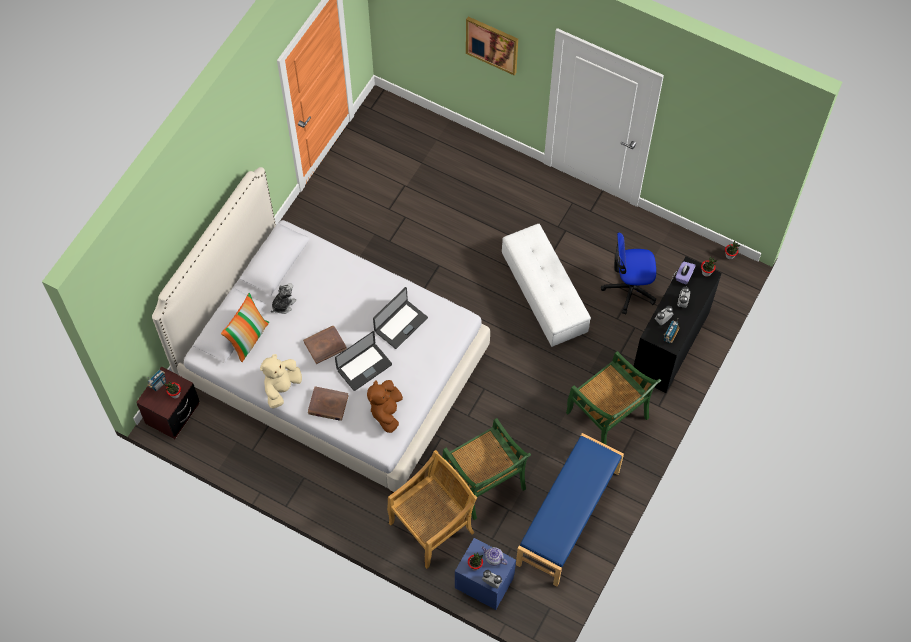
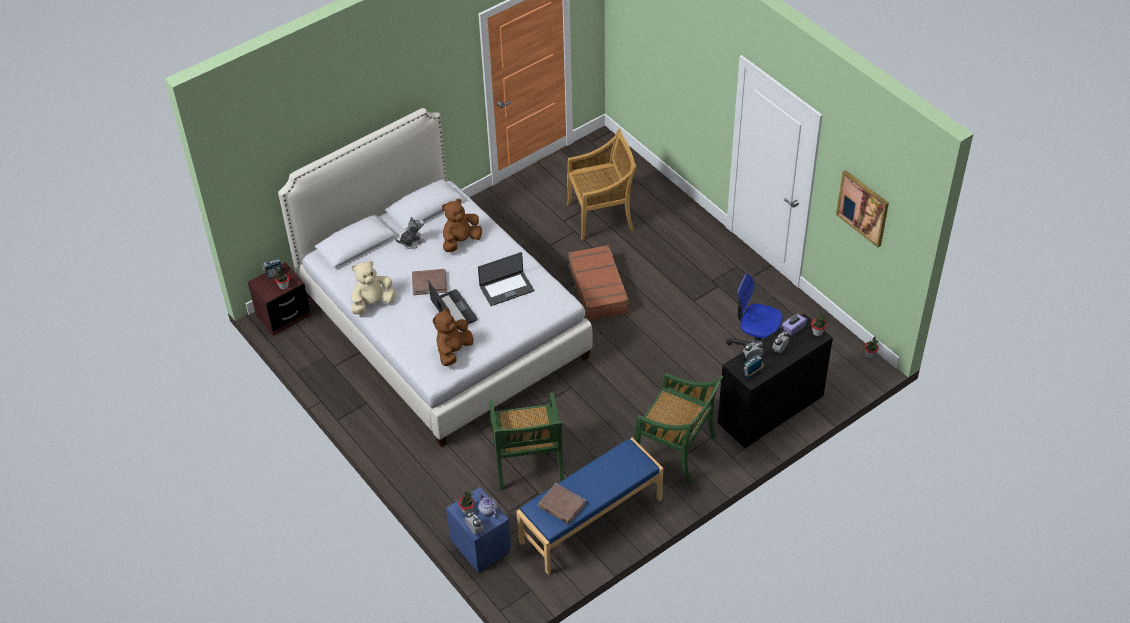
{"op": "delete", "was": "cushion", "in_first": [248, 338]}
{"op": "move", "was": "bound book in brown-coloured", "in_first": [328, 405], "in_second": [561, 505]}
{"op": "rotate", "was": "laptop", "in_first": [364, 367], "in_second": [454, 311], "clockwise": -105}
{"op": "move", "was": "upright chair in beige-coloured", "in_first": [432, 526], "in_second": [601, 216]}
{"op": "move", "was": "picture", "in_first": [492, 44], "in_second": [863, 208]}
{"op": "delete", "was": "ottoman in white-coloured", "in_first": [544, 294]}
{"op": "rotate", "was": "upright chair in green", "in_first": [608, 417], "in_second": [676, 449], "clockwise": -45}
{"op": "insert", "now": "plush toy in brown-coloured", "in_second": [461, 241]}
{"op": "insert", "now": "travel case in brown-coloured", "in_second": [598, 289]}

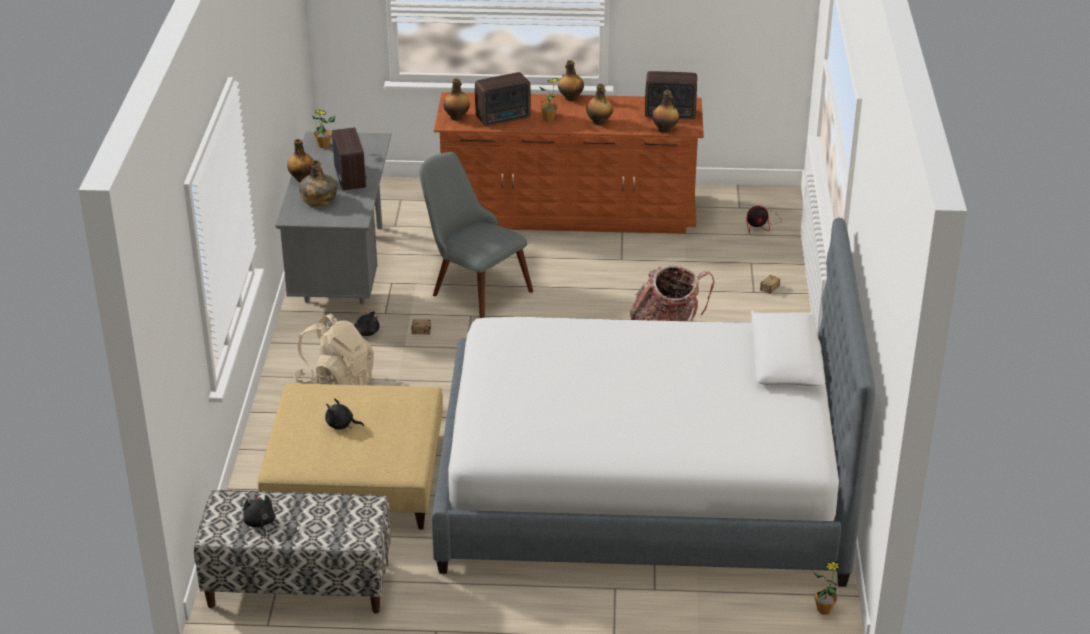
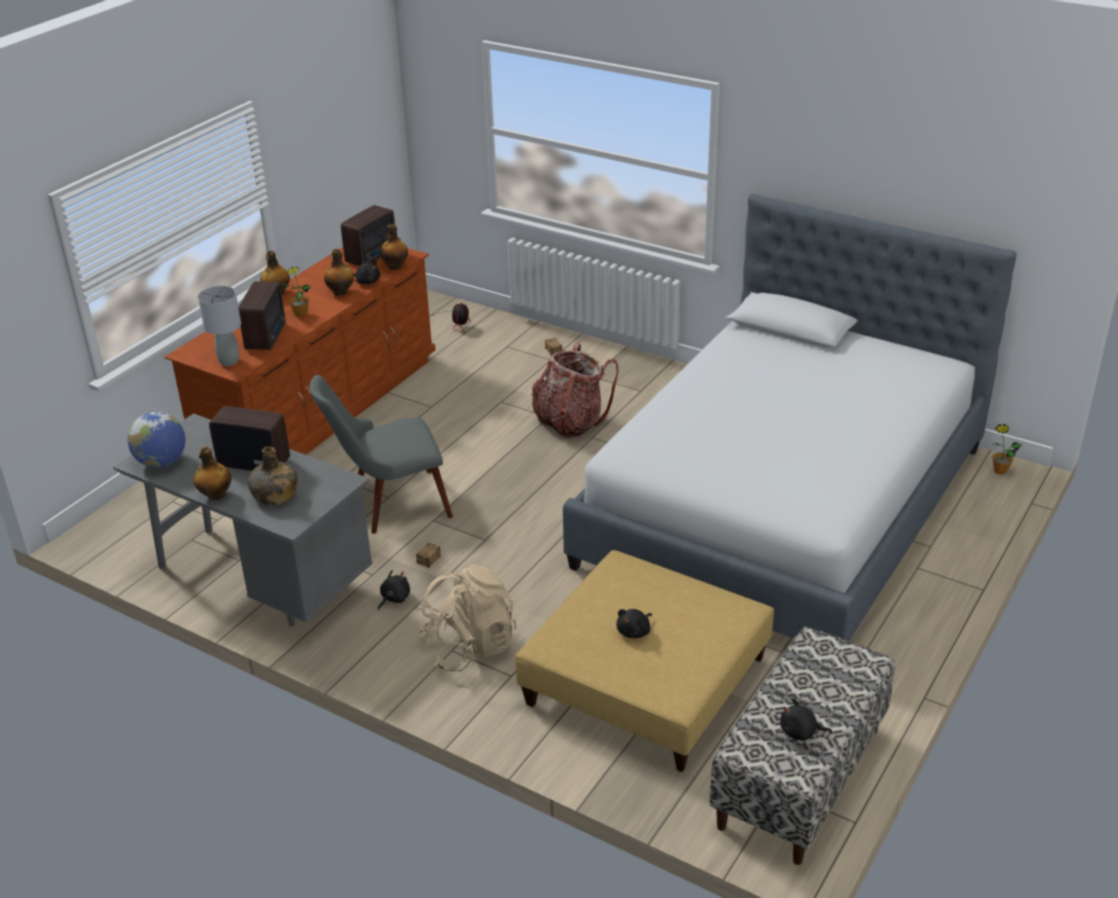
{"op": "replace", "was": "plant in a pot", "now": "world globe", "in_first": [323, 145], "in_second": [161, 462]}
{"op": "replace", "was": "drink bottle", "now": "tabletop lamp in greyish", "in_first": [457, 117], "in_second": [229, 361]}
{"op": "insert", "now": "plush toy in black-coloured", "in_second": [367, 281]}

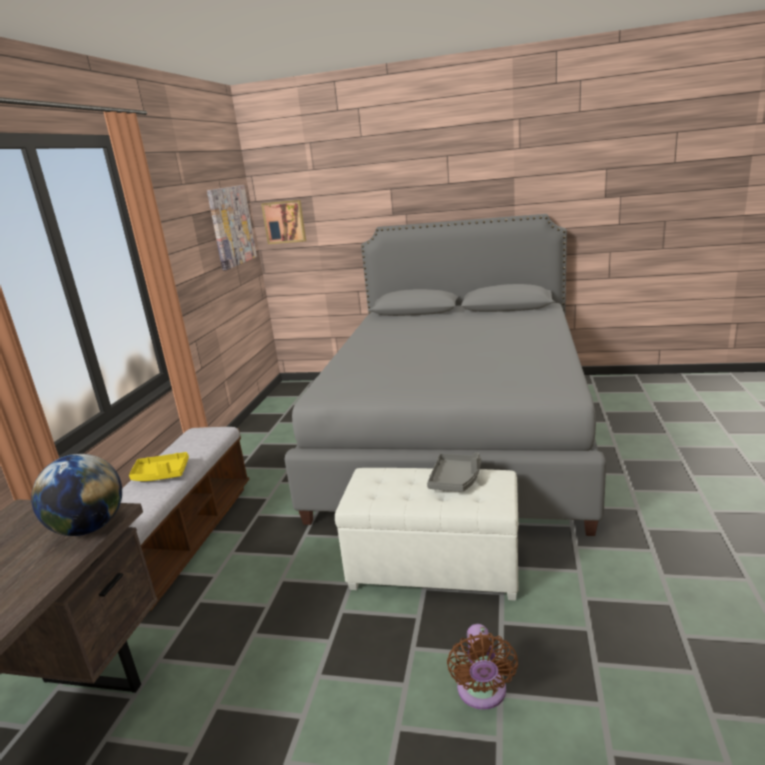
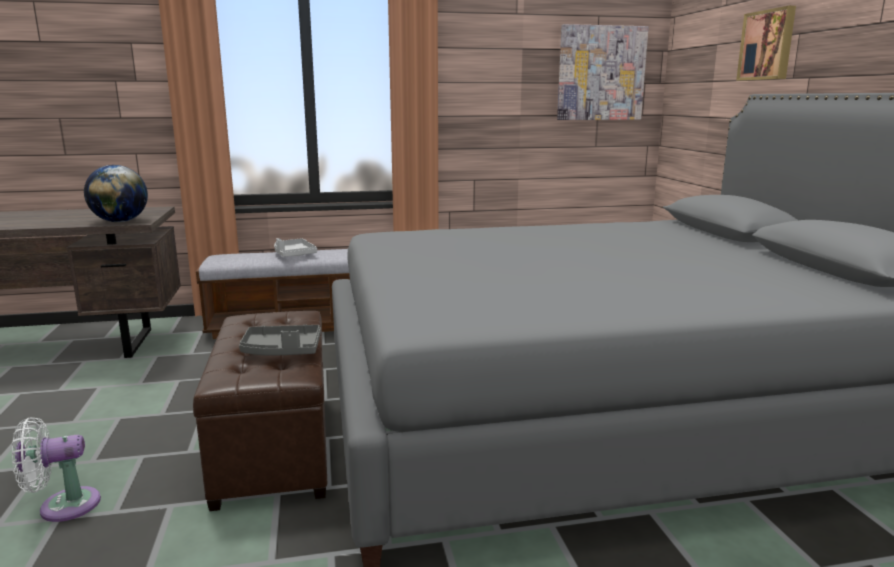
{"op": "recolor", "was": "carrying tray in yellow", "now": "carrying tray in greyish", "in_first": [161, 474], "in_second": [293, 254]}
{"op": "move", "was": "picture", "in_first": [284, 222], "in_second": [768, 45]}
{"op": "recolor", "was": "ottoman in white-coloured", "now": "ottoman in brown-coloured", "in_first": [434, 566], "in_second": [276, 446]}
{"op": "recolor", "was": "electric fan in brown-coloured", "now": "electric fan in white-coloured", "in_first": [482, 693], "in_second": [63, 506]}

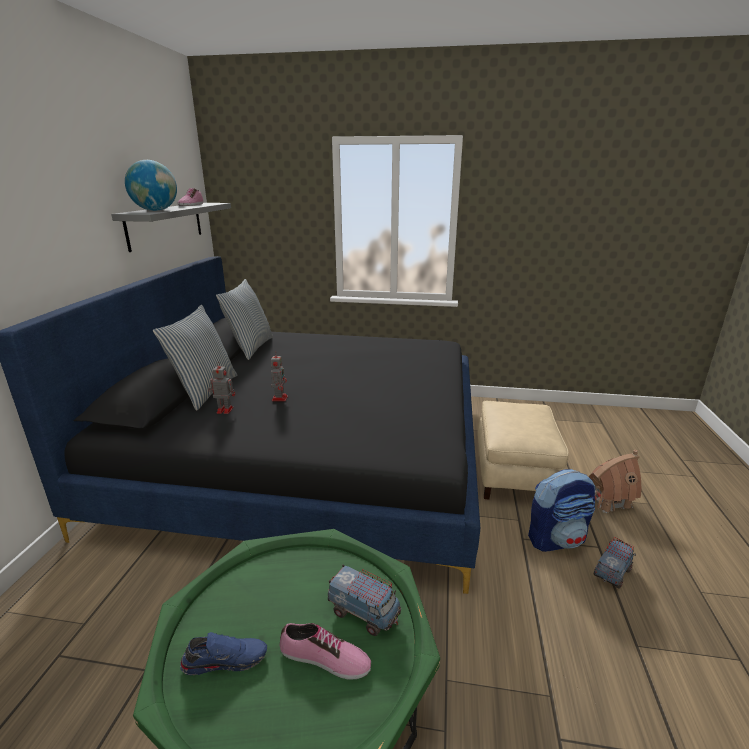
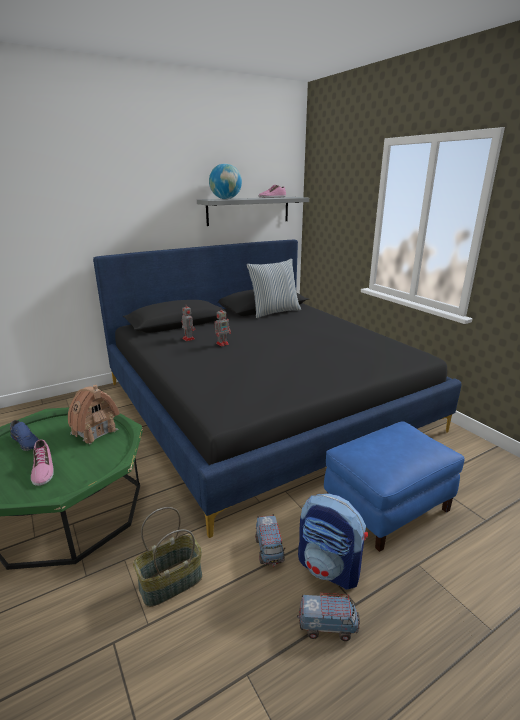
{"op": "delete", "was": "cushion", "in_first": [205, 391]}
{"op": "move", "was": "model truck", "in_first": [364, 613], "in_second": [269, 550]}
{"op": "recolor", "was": "ottoman in beige-coloured", "now": "ottoman in bluish", "in_first": [513, 474], "in_second": [387, 505]}
{"op": "move", "was": "toy house", "in_first": [608, 500], "in_second": [94, 431]}
{"op": "insert", "now": "household basket", "in_second": [170, 583]}

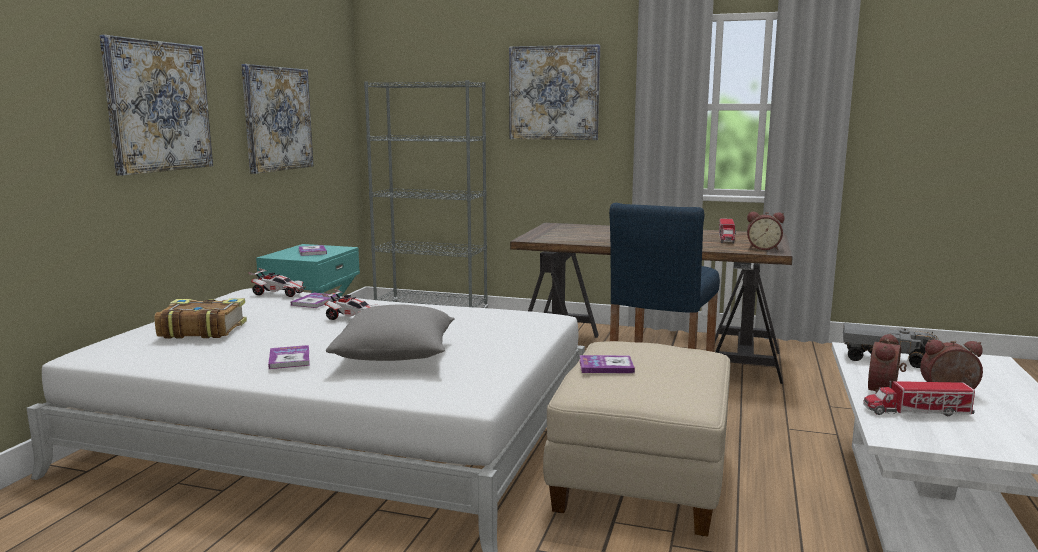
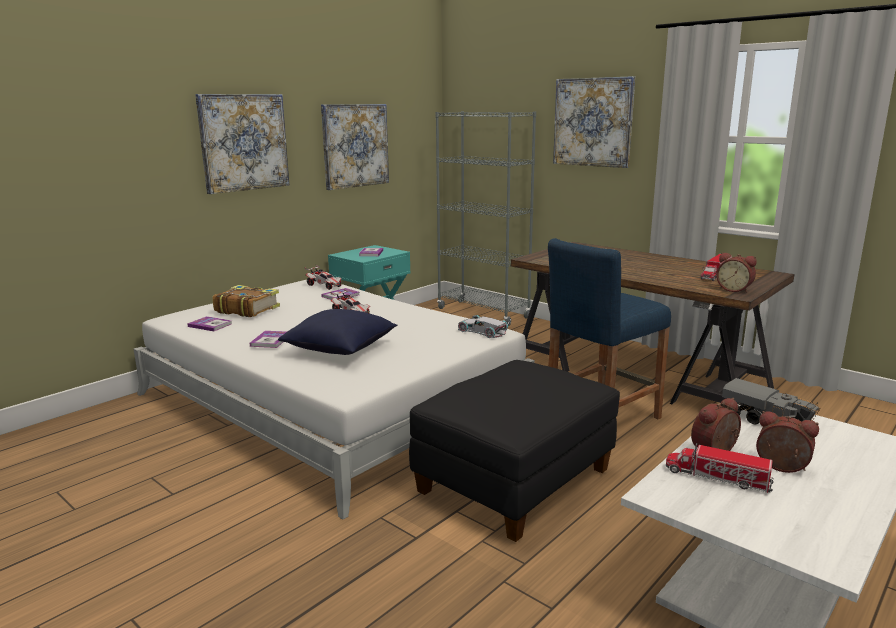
{"op": "recolor", "was": "cushion in greyish", "now": "cushion in bluish", "in_first": [396, 356], "in_second": [341, 349]}
{"op": "recolor", "was": "ottoman in beige-coloured", "now": "ottoman in black-coloured", "in_first": [640, 478], "in_second": [514, 481]}
{"op": "move", "was": "bound book", "in_first": [606, 366], "in_second": [210, 325]}
{"op": "insert", "now": "toy car in white-coloured", "in_second": [482, 331]}

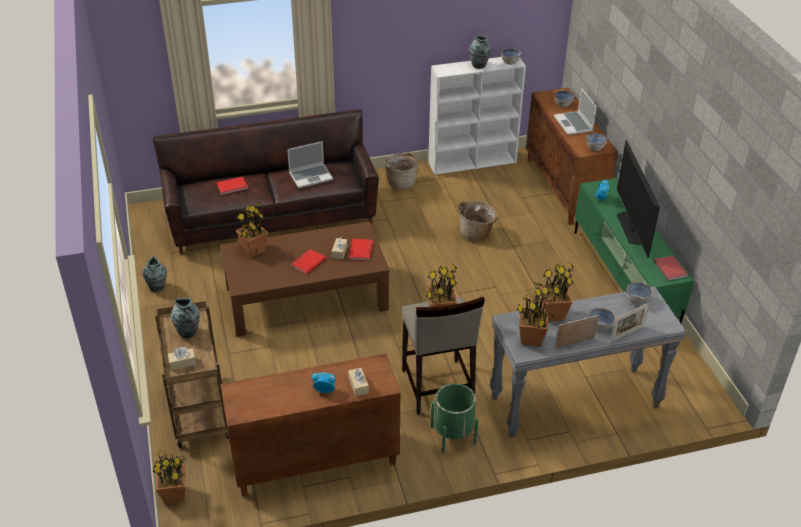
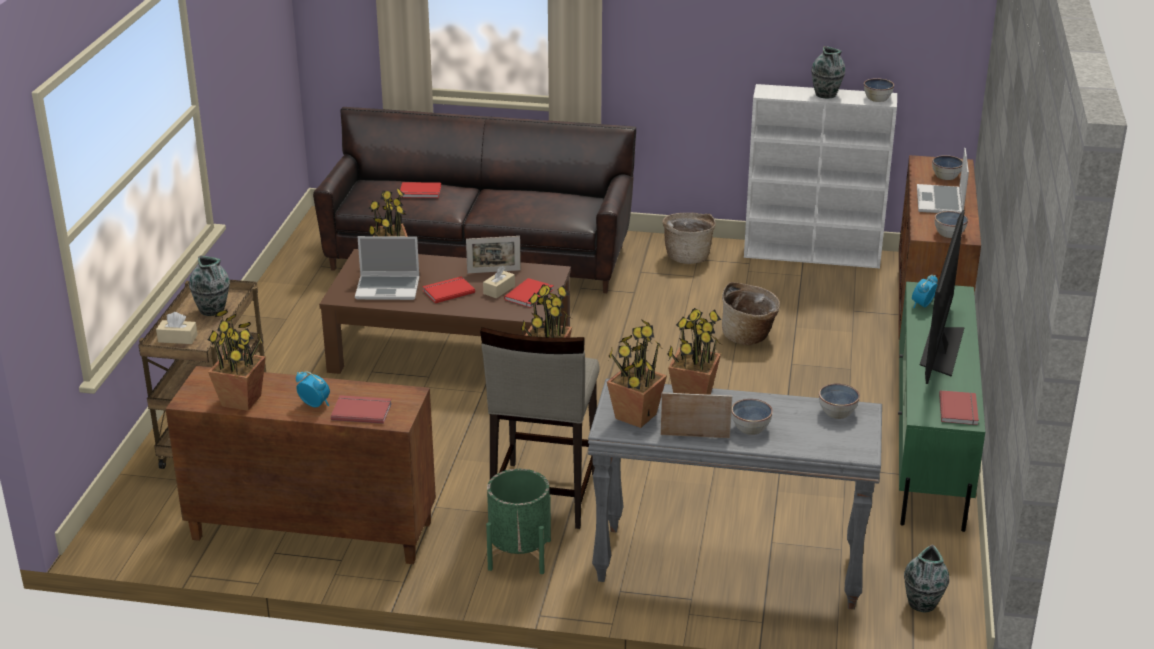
{"op": "move", "was": "flower vase", "in_first": [157, 287], "in_second": [922, 604]}
{"op": "move", "was": "plant in a pot", "in_first": [174, 494], "in_second": [241, 400]}
{"op": "move", "was": "laptop", "in_first": [311, 176], "in_second": [388, 288]}
{"op": "replace", "was": "tissue holder in beige-coloured", "now": "bound book in reddish", "in_first": [358, 385], "in_second": [361, 411]}
{"op": "move", "was": "photo frame", "in_first": [627, 334], "in_second": [494, 271]}

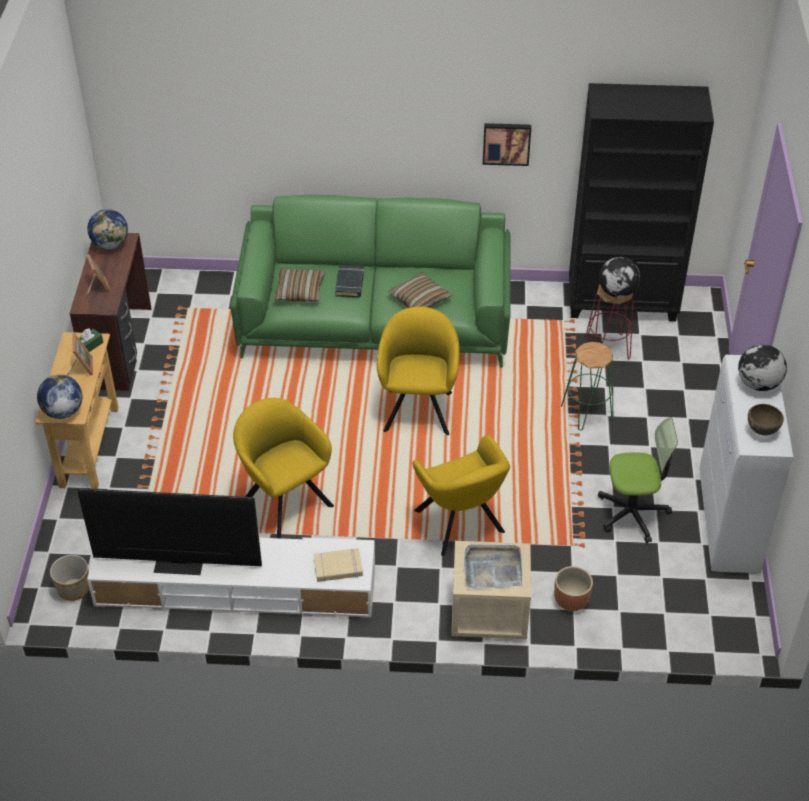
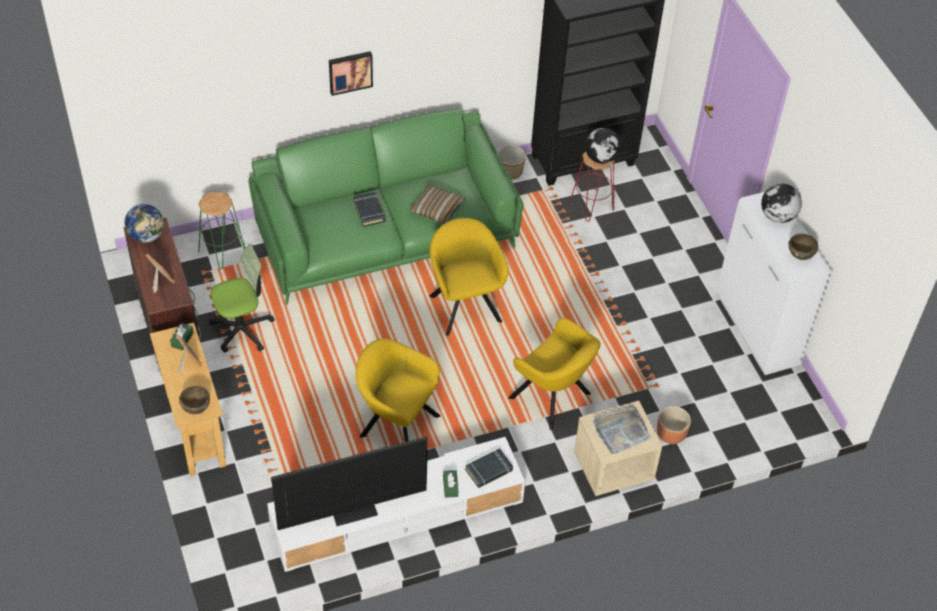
{"op": "replace", "was": "world globe", "now": "deep dish in brown-coloured", "in_first": [63, 411], "in_second": [196, 409]}
{"op": "move", "was": "plant pot", "in_first": [74, 588], "in_second": [510, 171]}
{"op": "delete", "was": "cushion", "in_first": [299, 291]}
{"op": "recolor", "was": "bound book in beige-coloured", "now": "bound book in black-coloured", "in_first": [338, 568], "in_second": [489, 470]}
{"op": "move", "was": "picture", "in_first": [506, 143], "in_second": [350, 71]}
{"op": "move", "was": "stool seat in green", "in_first": [587, 412], "in_second": [222, 250]}
{"op": "move", "was": "desk chair", "in_first": [632, 513], "in_second": [242, 329]}
{"op": "insert", "now": "tissue holder in green", "in_second": [450, 486]}

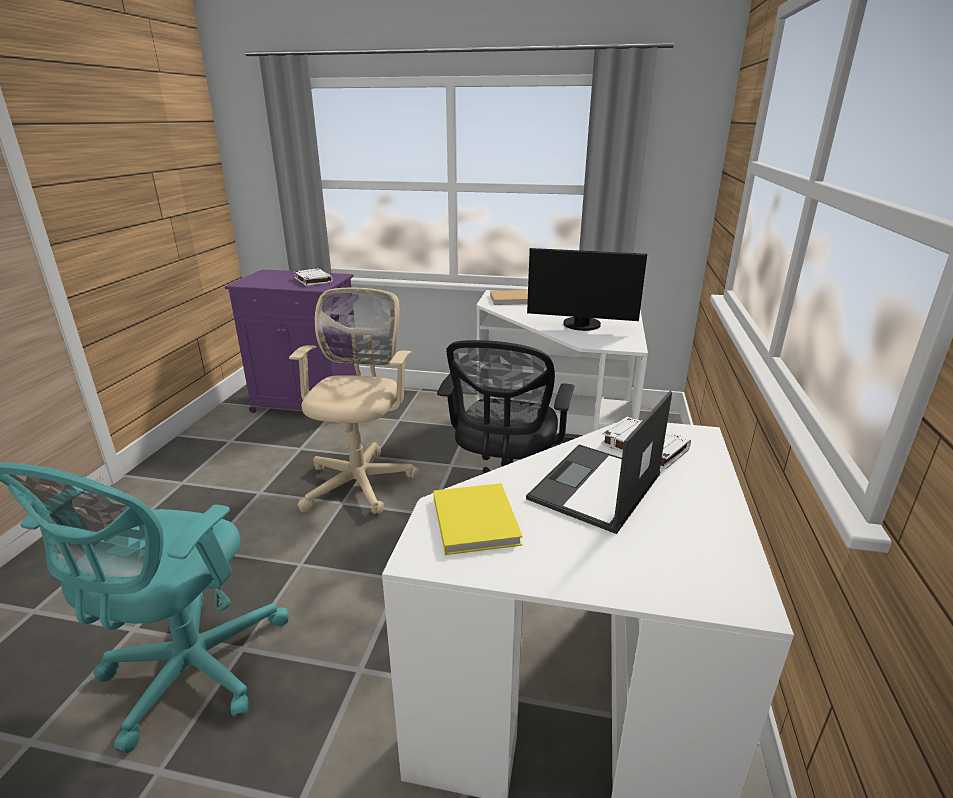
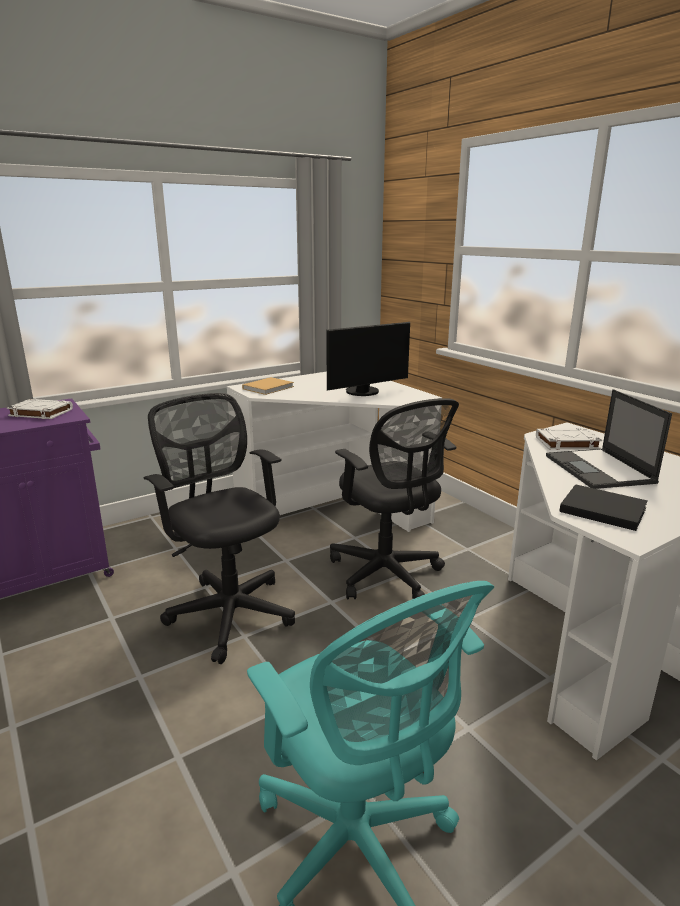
{"op": "recolor", "was": "desk chair in beige-coloured", "now": "desk chair in black-coloured", "in_first": [361, 480], "in_second": [229, 610]}
{"op": "recolor", "was": "bound book in yellow", "now": "bound book in black-coloured", "in_first": [474, 519], "in_second": [600, 509]}

